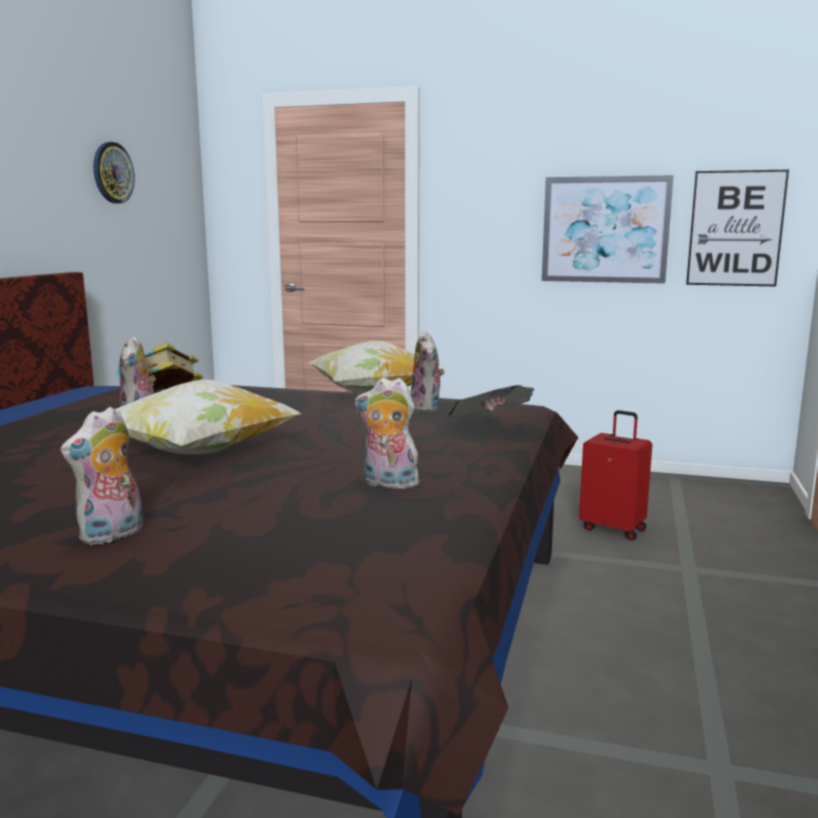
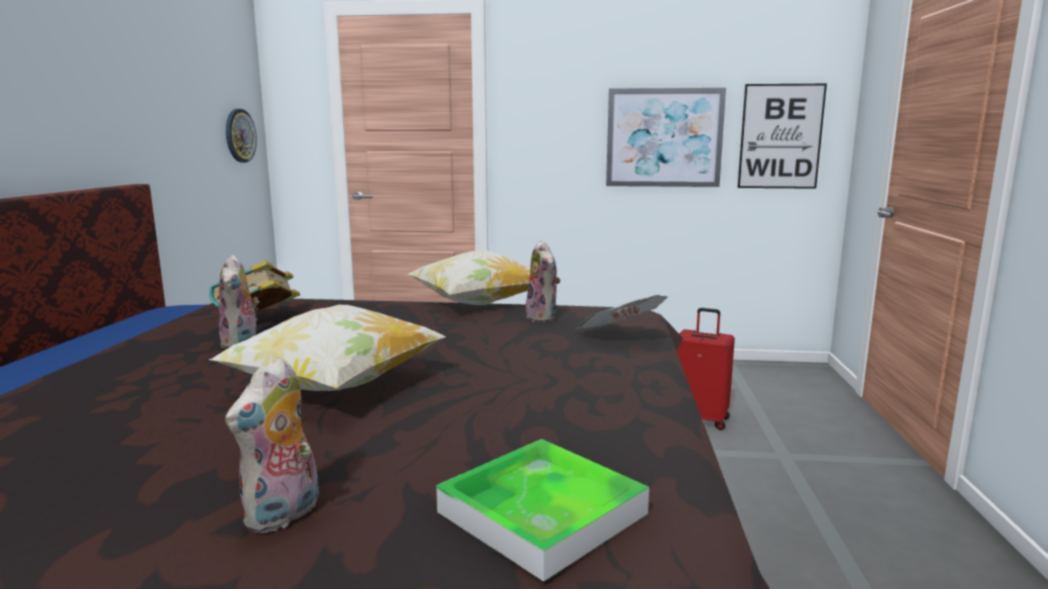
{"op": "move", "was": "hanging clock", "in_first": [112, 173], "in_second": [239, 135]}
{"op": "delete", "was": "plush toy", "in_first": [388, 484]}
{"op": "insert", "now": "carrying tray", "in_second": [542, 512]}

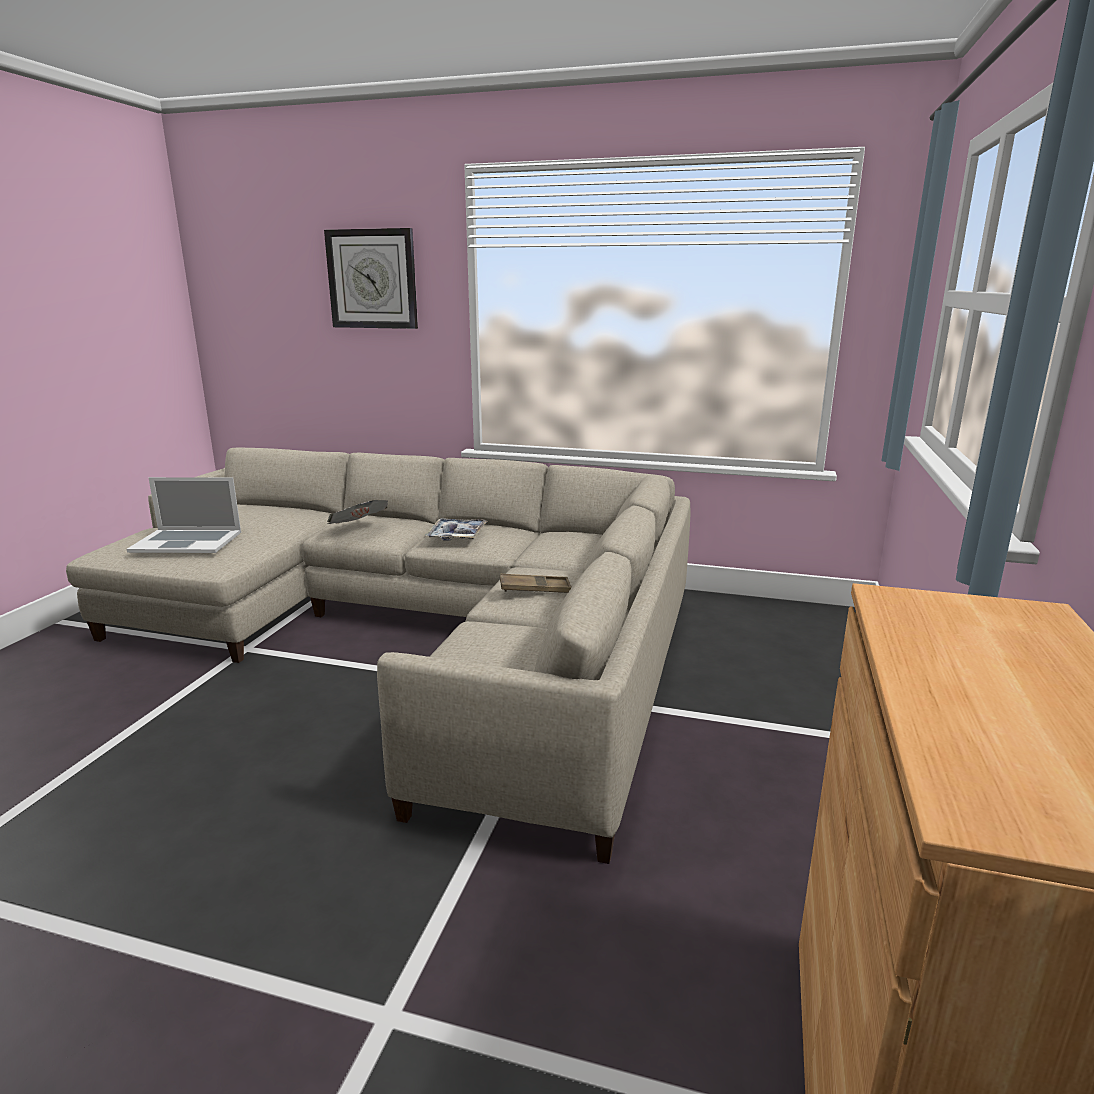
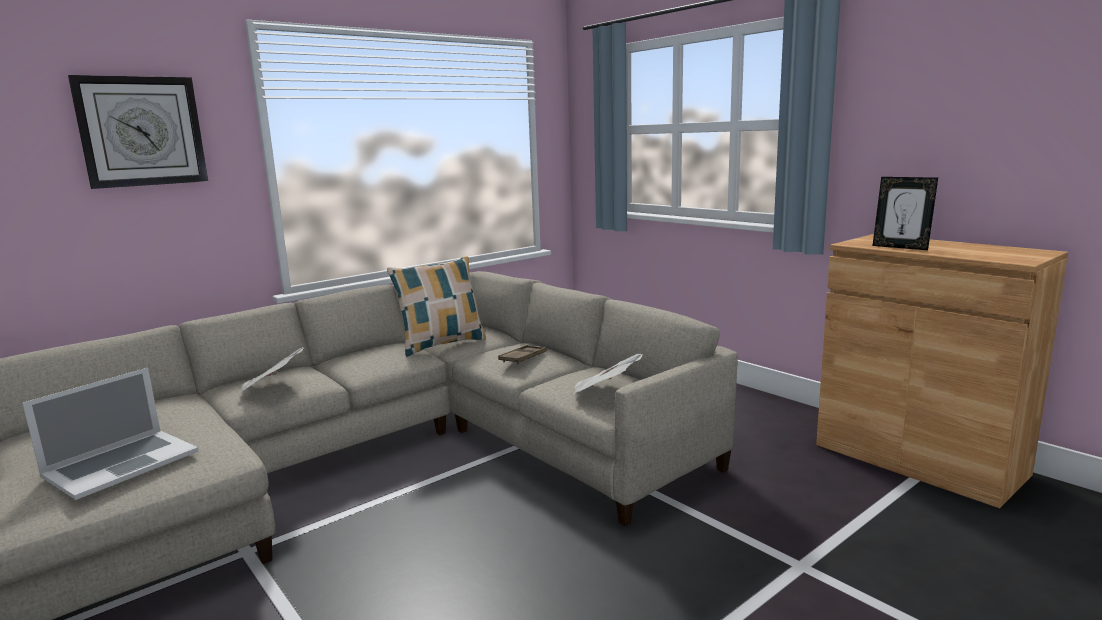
{"op": "delete", "was": "carrying tray", "in_first": [457, 535]}
{"op": "insert", "now": "cushion", "in_second": [441, 344]}
{"op": "insert", "now": "daily paper", "in_second": [605, 392]}
{"op": "insert", "now": "photo frame", "in_second": [900, 247]}

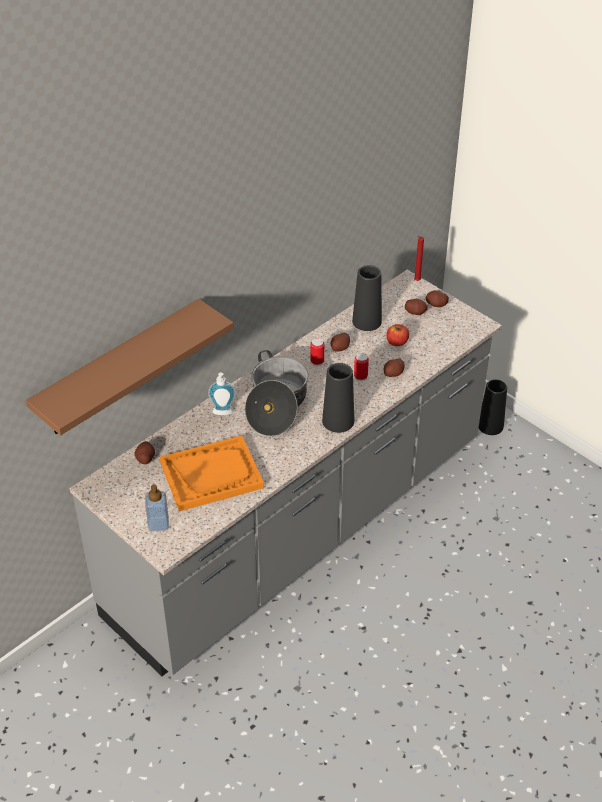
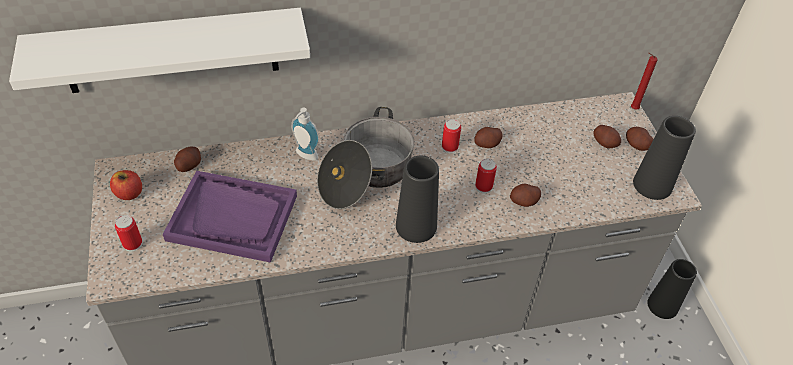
{"op": "recolor", "was": "shelf in brown-coloured", "now": "shelf in white-coloured", "in_first": [119, 369], "in_second": [170, 51]}
{"op": "replace", "was": "soap bottle", "now": "can", "in_first": [158, 524], "in_second": [133, 244]}
{"op": "recolor", "was": "carrying tray in orangey", "now": "carrying tray in purple-coloured", "in_first": [211, 475], "in_second": [233, 218]}
{"op": "move", "was": "flower vase in black-coloured", "in_first": [367, 321], "in_second": [652, 185]}
{"op": "move", "was": "apple", "in_first": [397, 342], "in_second": [129, 193]}

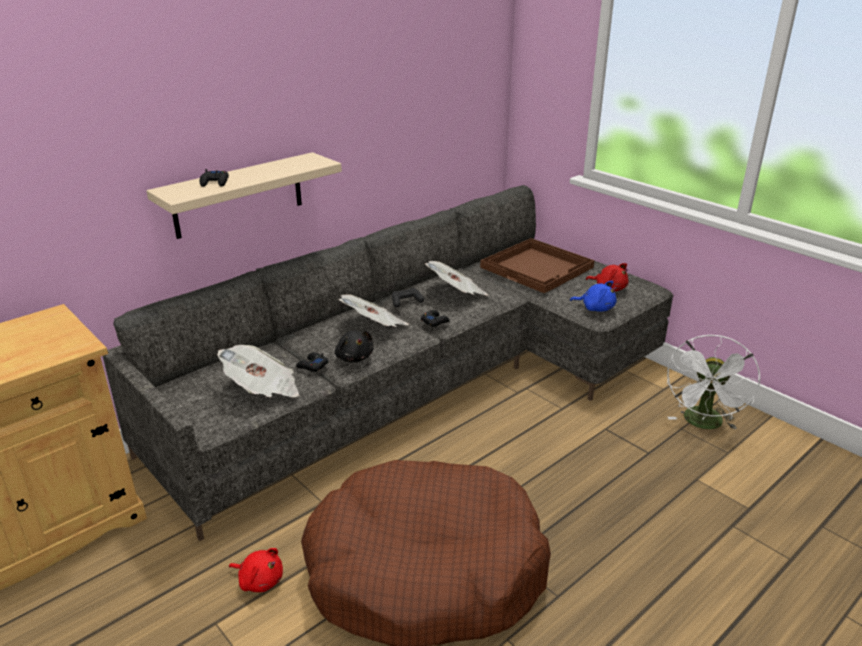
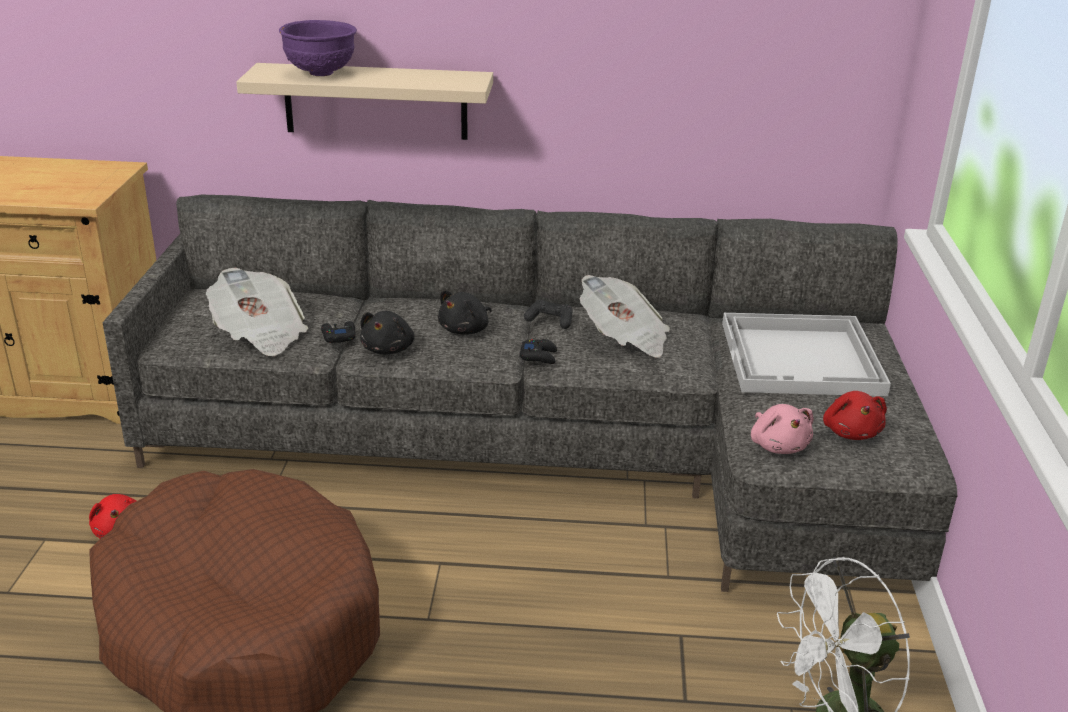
{"op": "replace", "was": "joypad in black-coloured", "now": "deep dish in purple-coloured", "in_first": [215, 182], "in_second": [321, 73]}
{"op": "replace", "was": "daily paper", "now": "plush toy in black-coloured", "in_first": [374, 327], "in_second": [465, 330]}
{"op": "recolor", "was": "carrying tray in brown-coloured", "now": "carrying tray in white-coloured", "in_first": [538, 267], "in_second": [802, 359]}
{"op": "recolor", "was": "plush toy in bluish", "now": "plush toy in pinkish", "in_first": [595, 308], "in_second": [778, 445]}

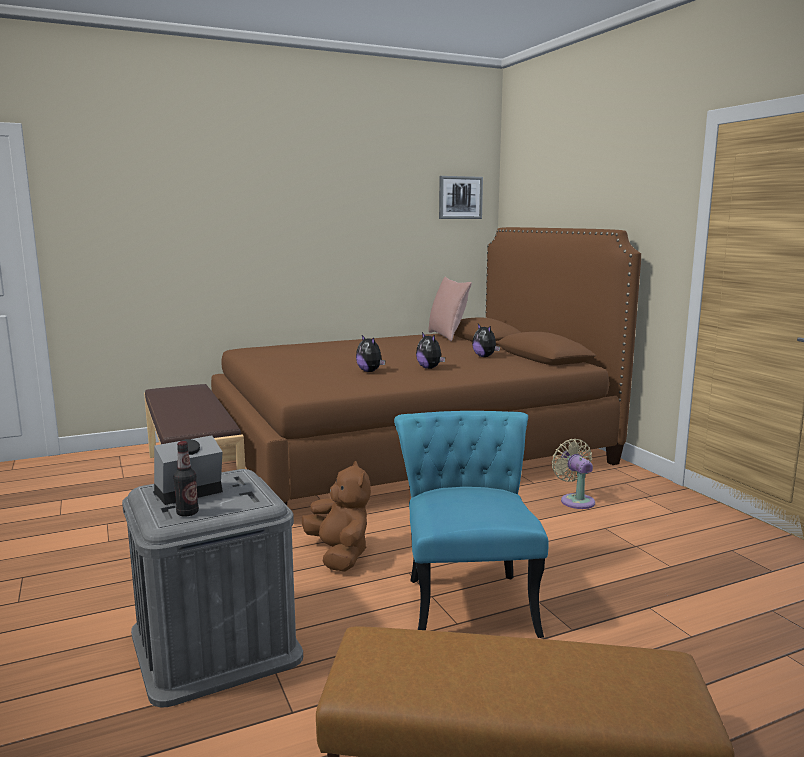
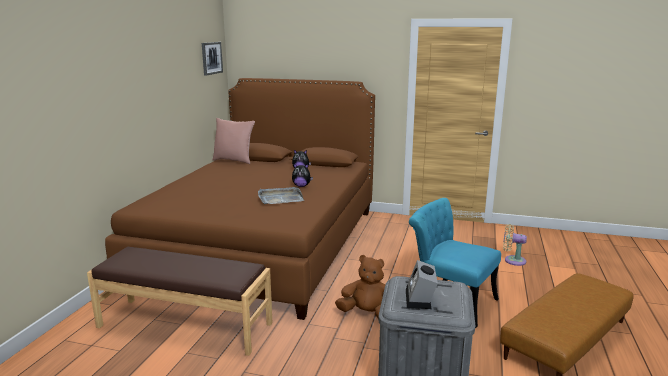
{"op": "delete", "was": "drink bottle", "in_first": [187, 513]}
{"op": "replace", "was": "plush toy", "now": "carrying tray in greyish", "in_first": [370, 371], "in_second": [280, 198]}
{"op": "move", "was": "electric fan in beige-coloured", "in_first": [575, 500], "in_second": [512, 260]}

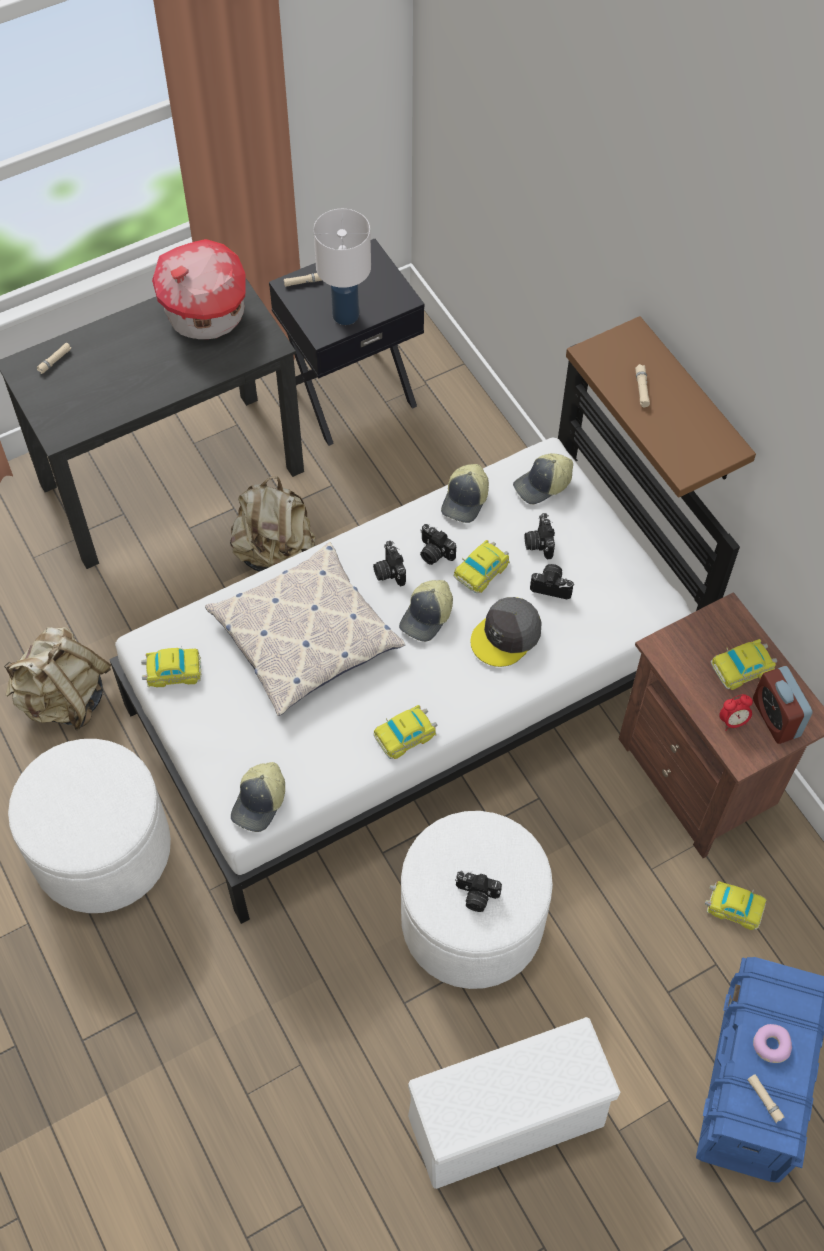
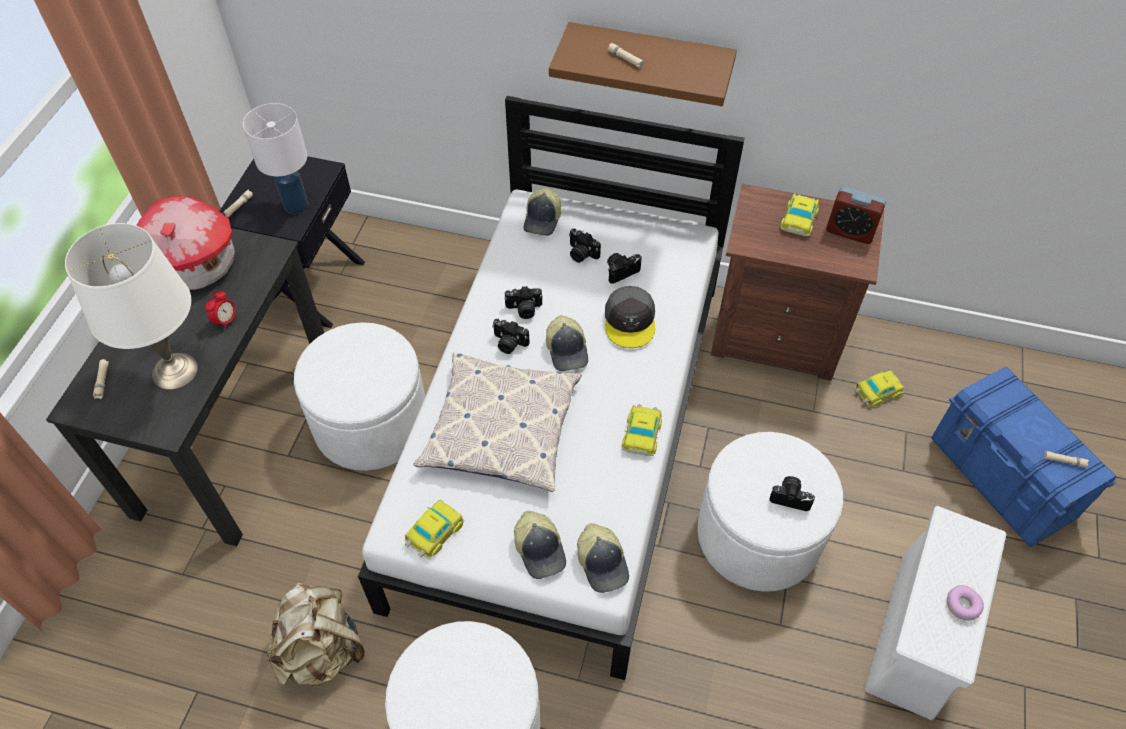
{"op": "replace", "was": "rucksack in beige-coloured", "now": "ottoman in white-coloured", "in_first": [275, 554], "in_second": [371, 423]}
{"op": "move", "was": "peaked cap", "in_first": [466, 500], "in_second": [540, 549]}
{"op": "delete", "was": "toy car", "in_first": [482, 569]}
{"op": "rotate", "was": "photo camera", "in_first": [476, 896], "in_second": [790, 497], "clockwise": -135}
{"op": "move", "was": "table clock", "in_first": [733, 721], "in_second": [226, 320]}
{"op": "move", "was": "donut", "in_first": [770, 1045], "in_second": [962, 605]}
{"op": "insert", "now": "tabletop lamp in white-coloured", "in_second": [175, 370]}

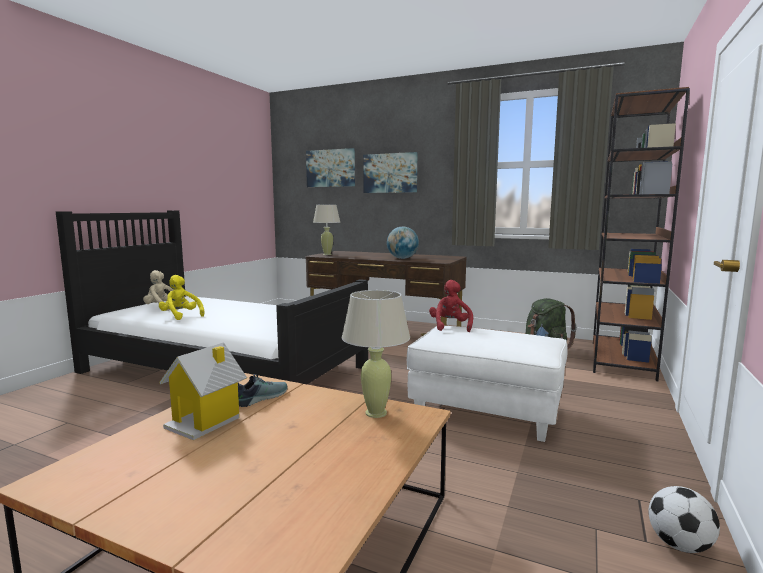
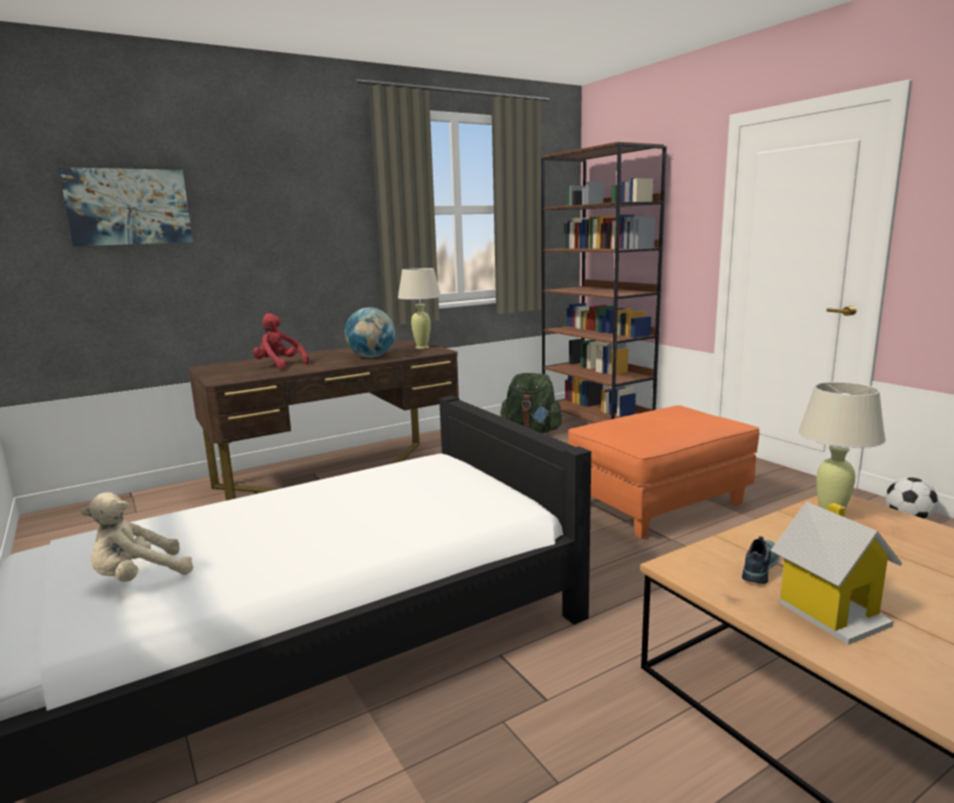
{"op": "delete", "was": "plush toy in yellow", "in_first": [181, 316]}
{"op": "rotate", "was": "shoe", "in_first": [260, 398], "in_second": [757, 567], "clockwise": 45}
{"op": "move", "was": "tabletop lamp in beige-coloured", "in_first": [327, 254], "in_second": [422, 347]}
{"op": "delete", "was": "picture", "in_first": [390, 173]}
{"op": "recolor", "was": "ottoman in white-coloured", "now": "ottoman in orangey", "in_first": [486, 412], "in_second": [659, 505]}
{"op": "move", "was": "plush toy in reddish", "in_first": [450, 326], "in_second": [279, 365]}

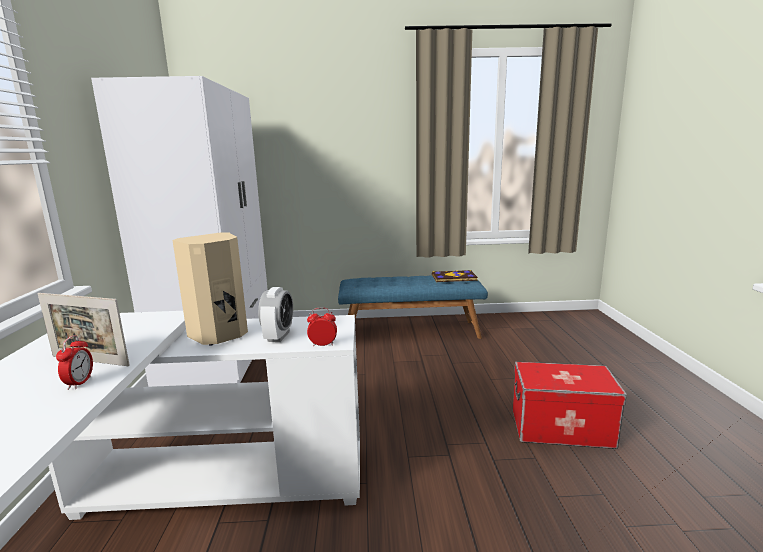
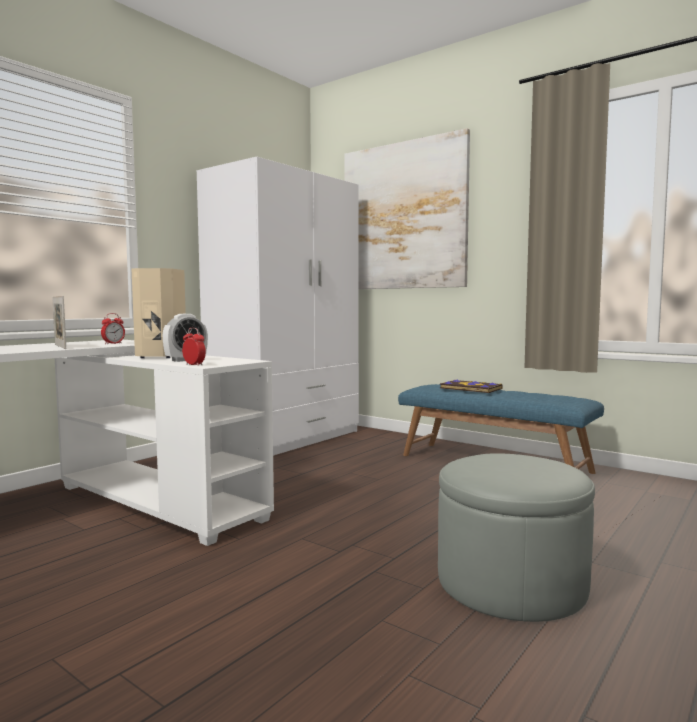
{"op": "move", "was": "table clock", "in_first": [80, 383], "in_second": [113, 343]}
{"op": "move", "was": "bound book", "in_first": [454, 278], "in_second": [470, 388]}
{"op": "replace", "was": "storage container", "now": "ottoman in greyish", "in_first": [561, 428], "in_second": [511, 582]}
{"op": "insert", "now": "picture", "in_second": [403, 216]}

